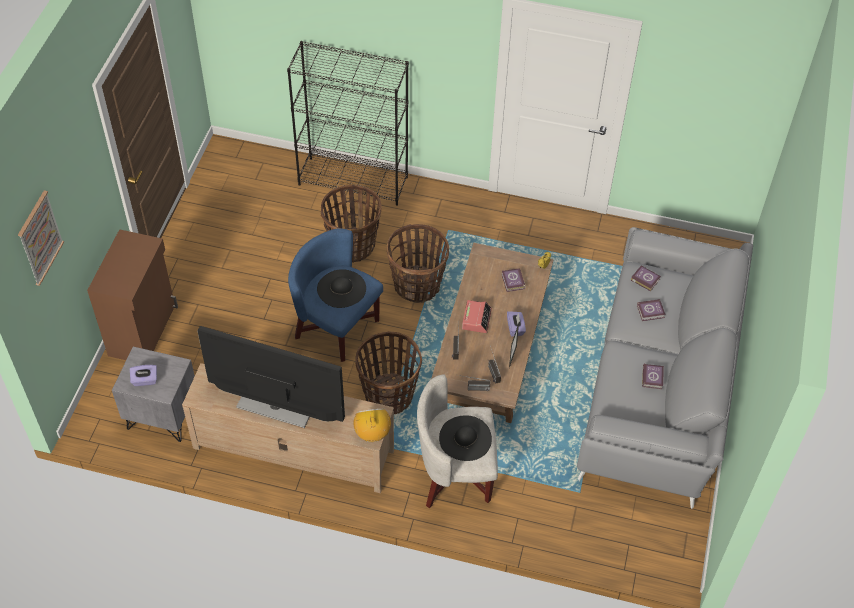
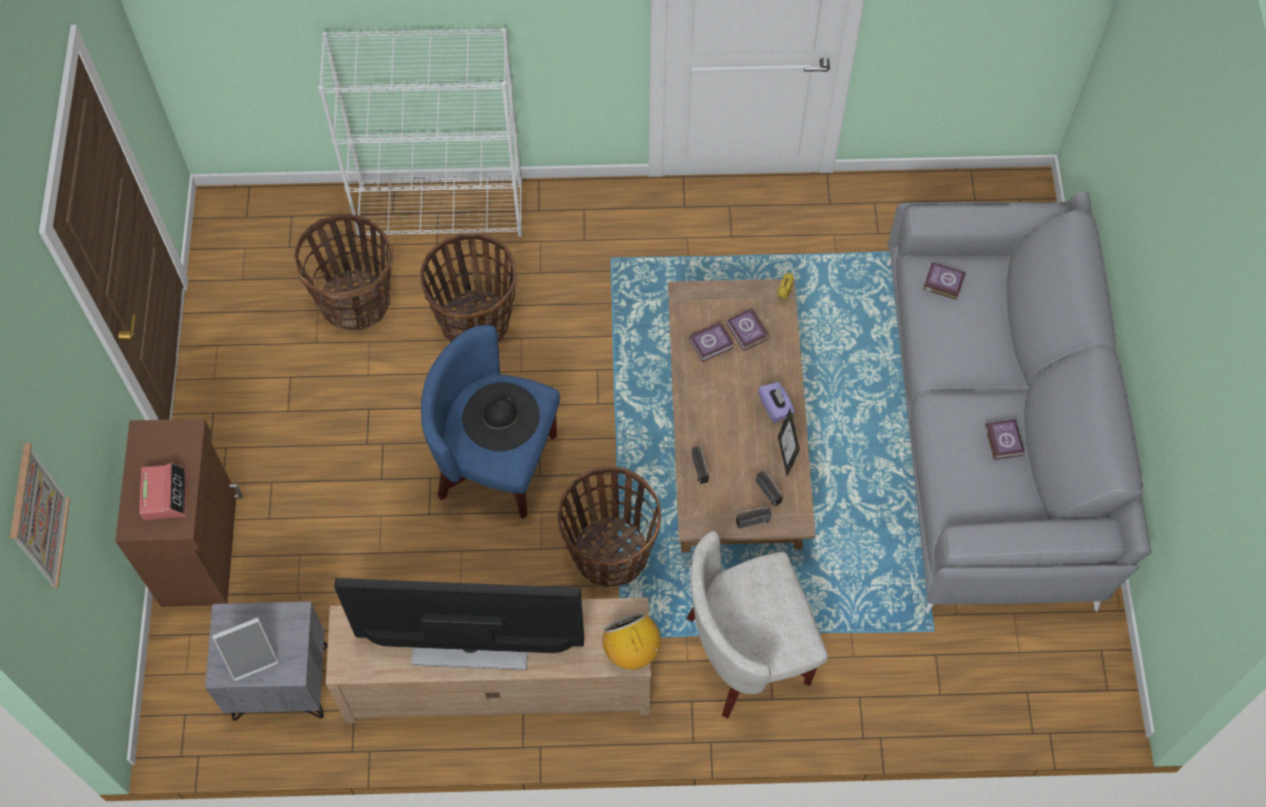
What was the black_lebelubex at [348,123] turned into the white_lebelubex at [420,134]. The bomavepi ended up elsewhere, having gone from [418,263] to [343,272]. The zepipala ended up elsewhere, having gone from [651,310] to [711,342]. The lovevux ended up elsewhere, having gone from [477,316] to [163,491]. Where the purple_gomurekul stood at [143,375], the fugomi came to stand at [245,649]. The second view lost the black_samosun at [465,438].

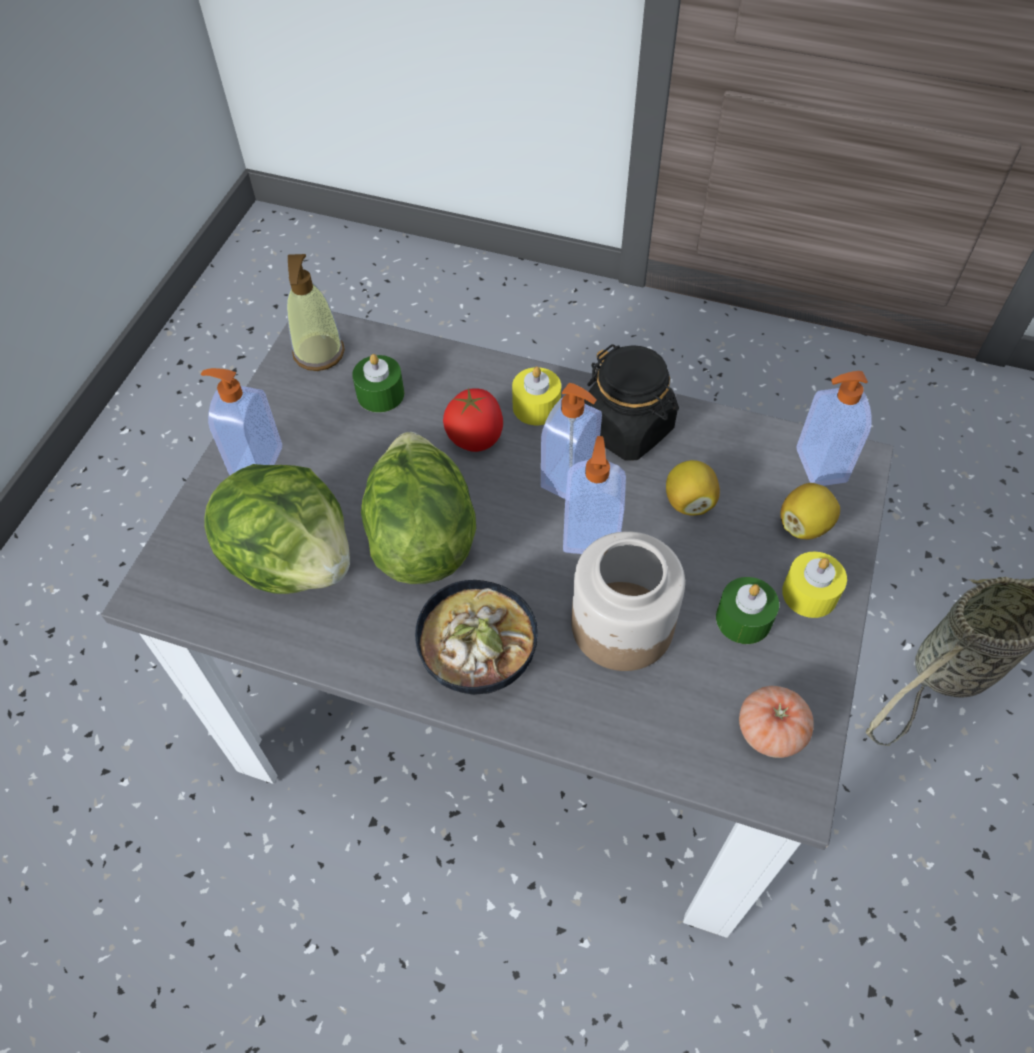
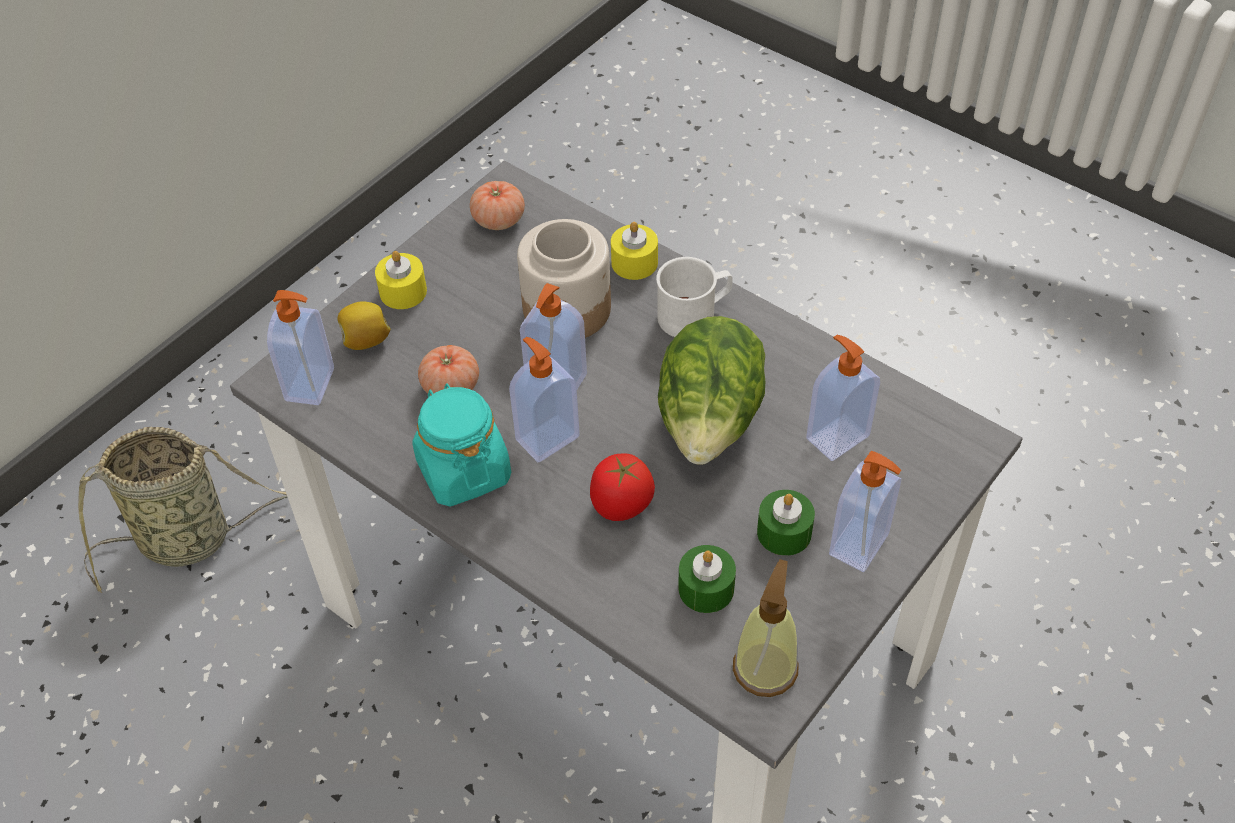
What was the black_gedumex at [631,402] turned into the turquoise_gedumex at [461,444]. The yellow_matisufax ended up elsewhere, having gone from [536,396] to [634,251]. Where the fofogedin stood at [693,488], the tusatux came to stand at [448,370]. Where the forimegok stood at [277,529], the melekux came to stand at [843,398]. The green_matisufax ended up elsewhere, having gone from [747,610] to [786,523]. Where the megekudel stood at [476,637], the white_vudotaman came to stand at [694,297].

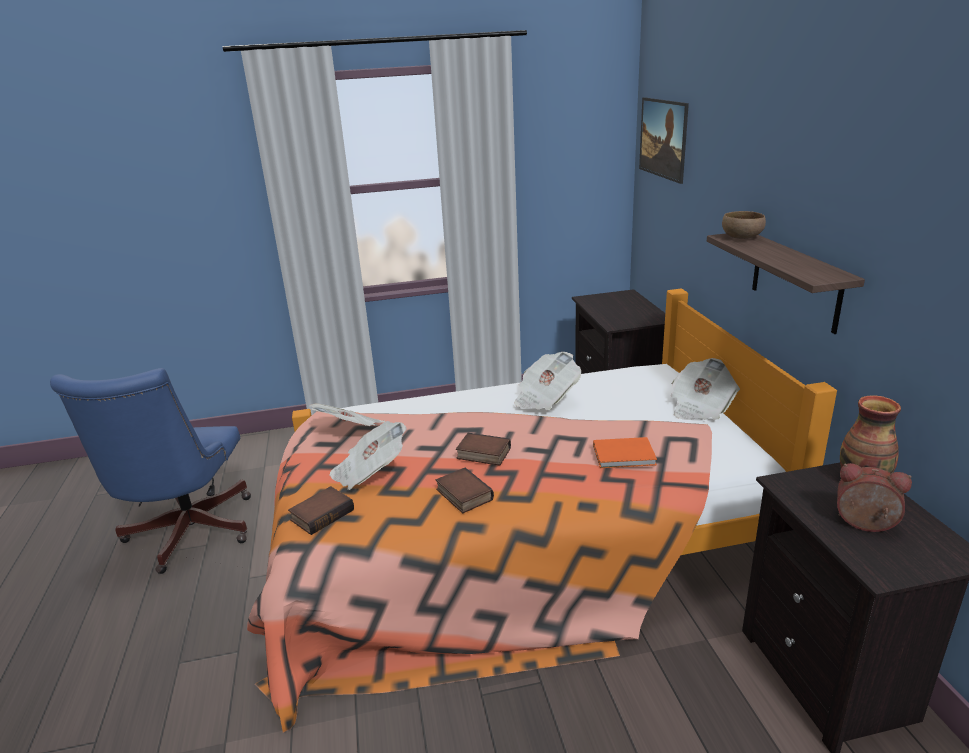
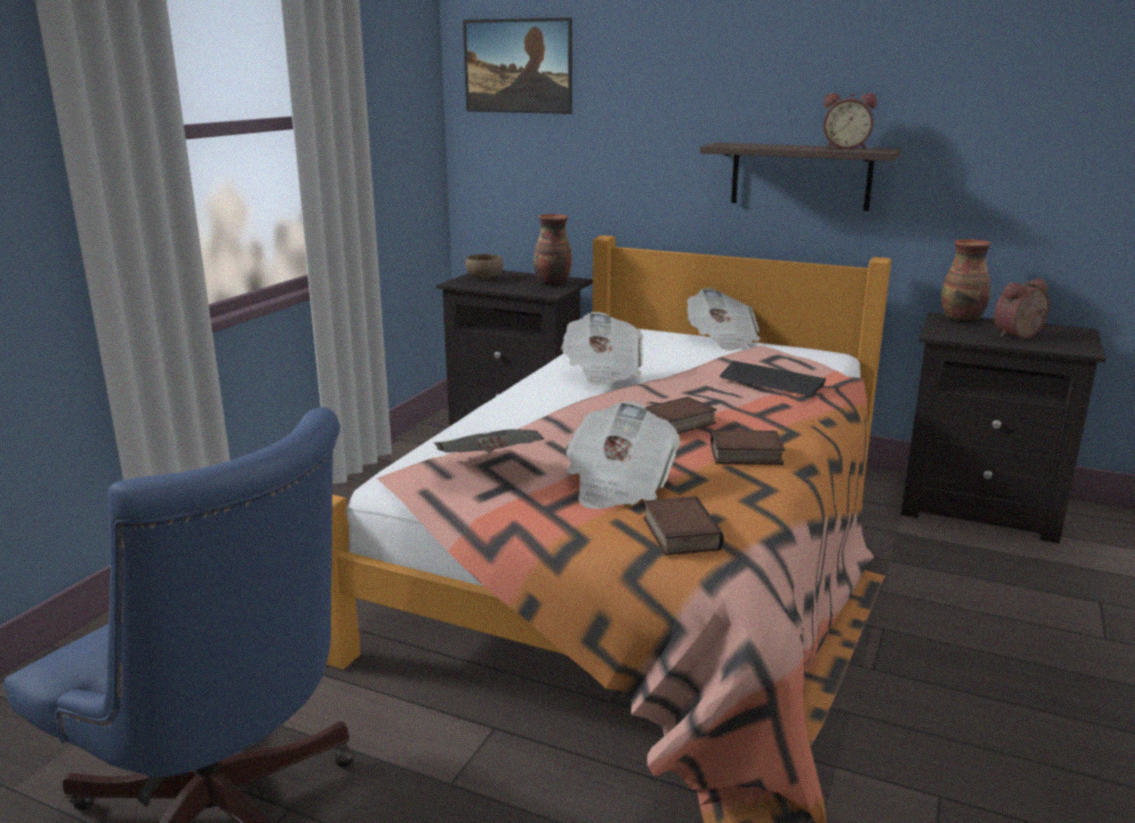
The brown_megekudel ended up elsewhere, having gone from [744,225] to [484,266]. Where the orange_zepipala stood at [625,452], the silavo came to stand at [773,378]. The second view gained the lovevux at [850,121]. The second view gained the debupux at [552,250].

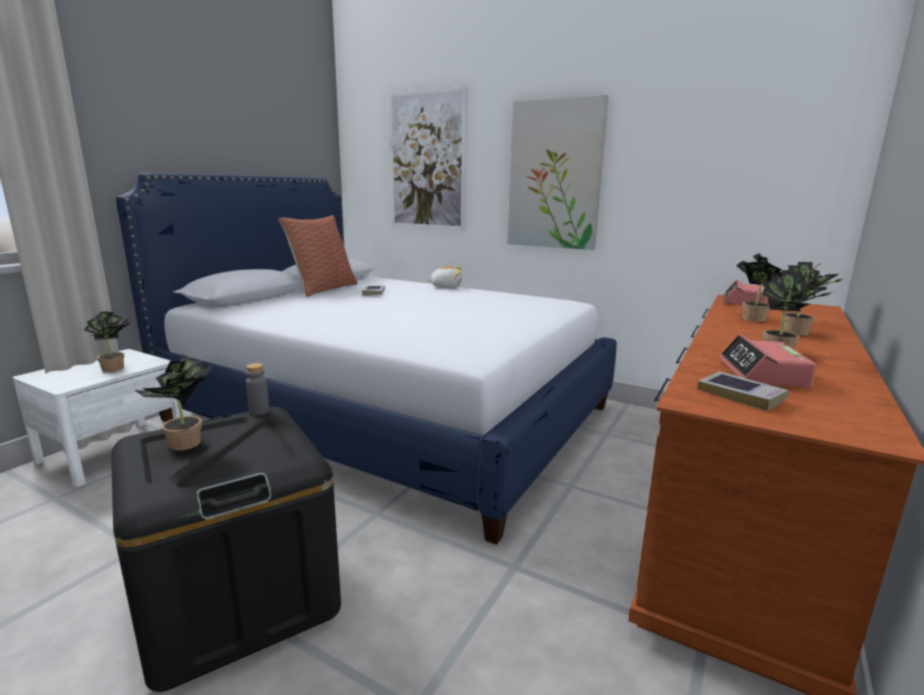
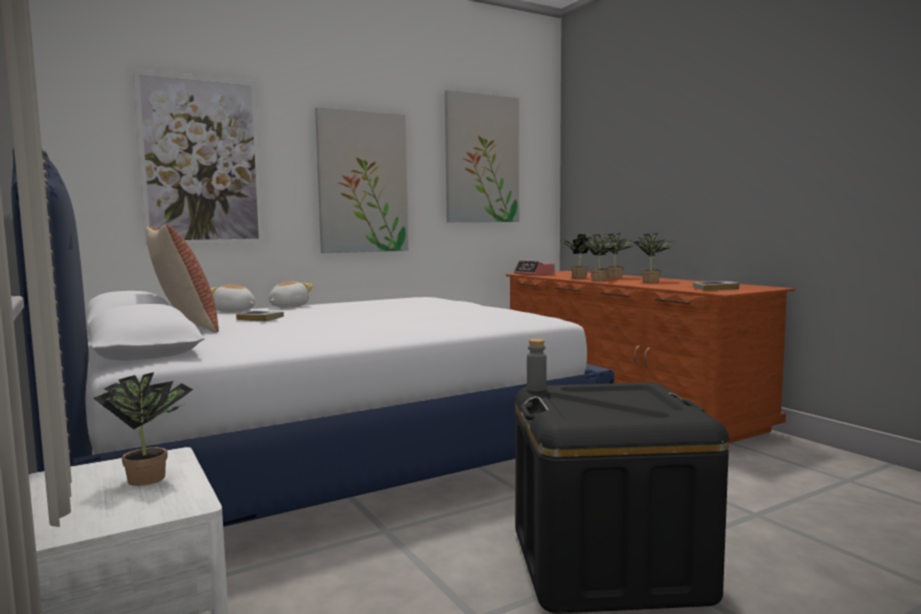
The second view lost the lovevux at [767,361]. The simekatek ended up elsewhere, having gone from [173,403] to [601,257]. The second view gained the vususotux at [482,156]. The second view gained the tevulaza at [232,298].

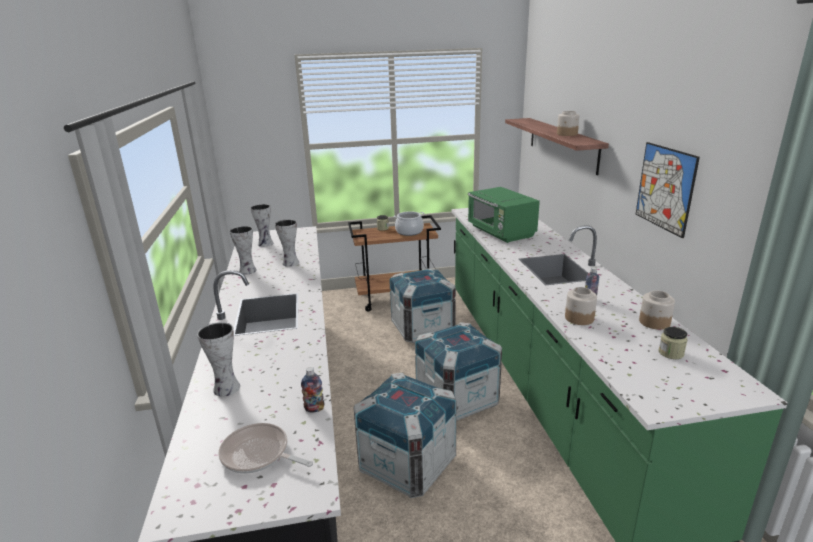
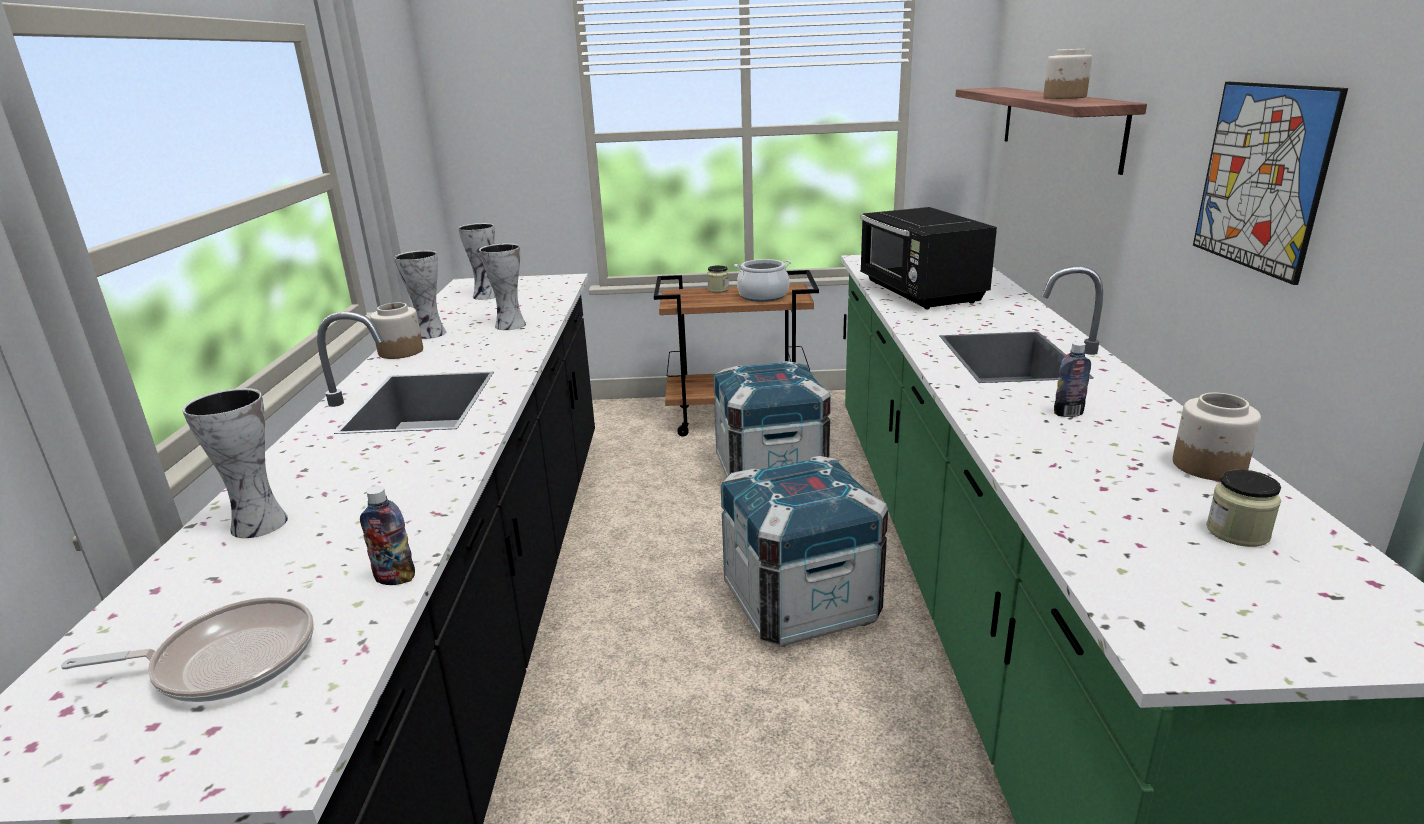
What was the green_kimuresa at [504,215] turned into the black_kimuresa at [928,258]. The gedumex ended up elsewhere, having gone from [581,306] to [396,331]. The second view lost the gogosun at [405,435]. The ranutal at [265,448] ended up facing another way, 135 degrees clockwise from before.

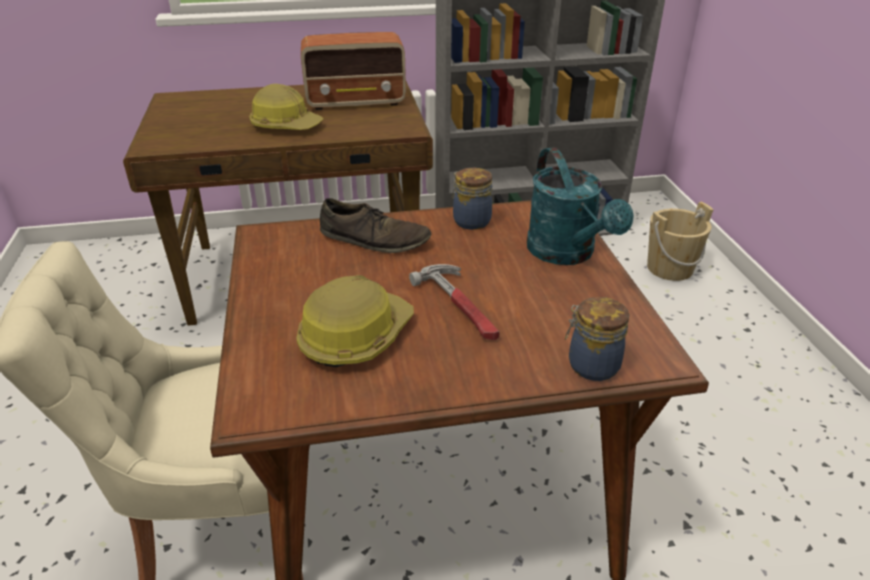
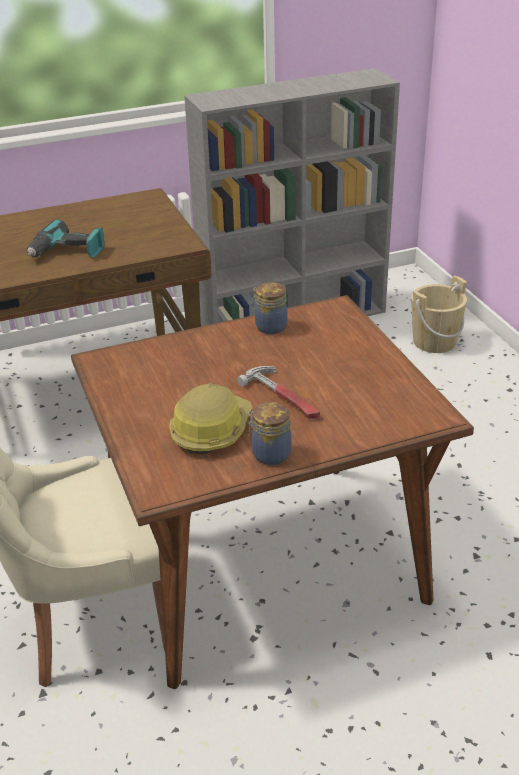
The second view lost the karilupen at [353,71]. Where the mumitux stood at [286,107], the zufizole came to stand at [65,239]. The second view lost the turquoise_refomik at [580,206]. The second view lost the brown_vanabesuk at [375,225]. The gedumex ended up elsewhere, having gone from [597,339] to [269,433].

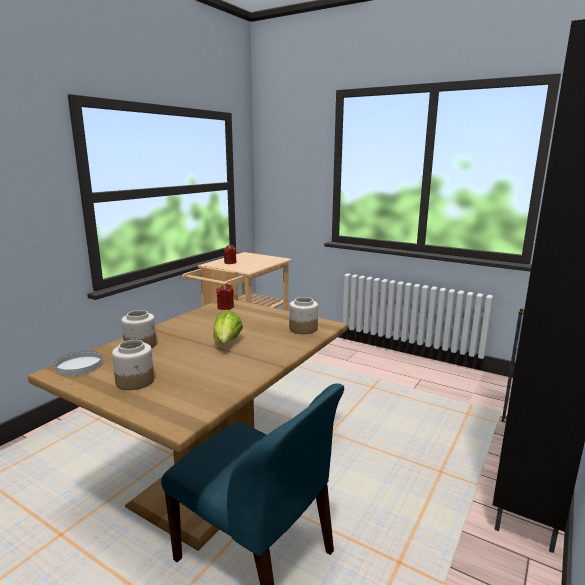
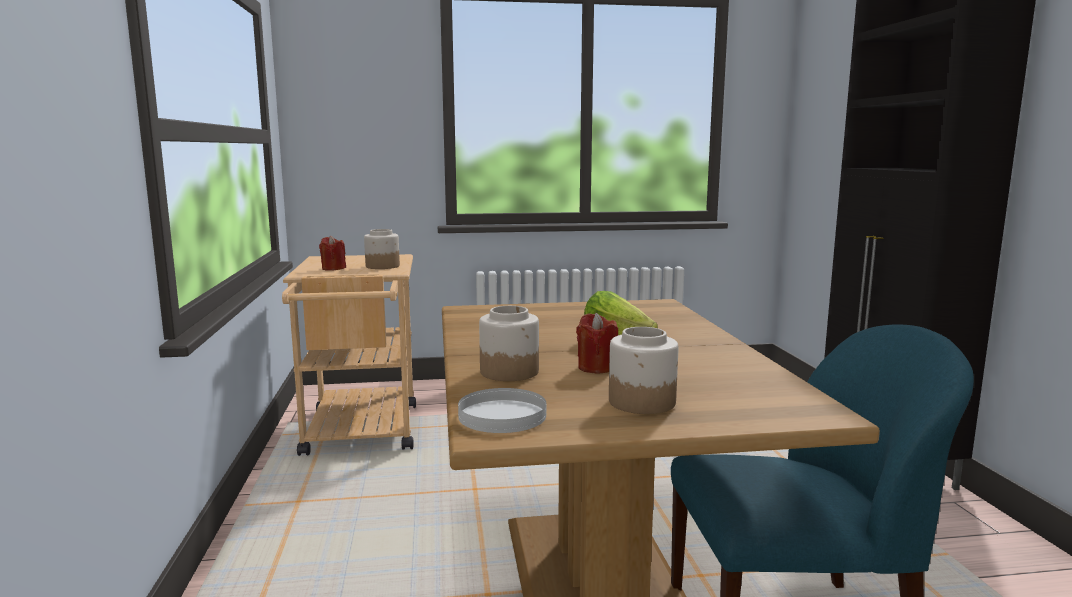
The red_matisufax ended up elsewhere, having gone from [225,297] to [597,343]. The gedumex ended up elsewhere, having gone from [303,315] to [382,249].

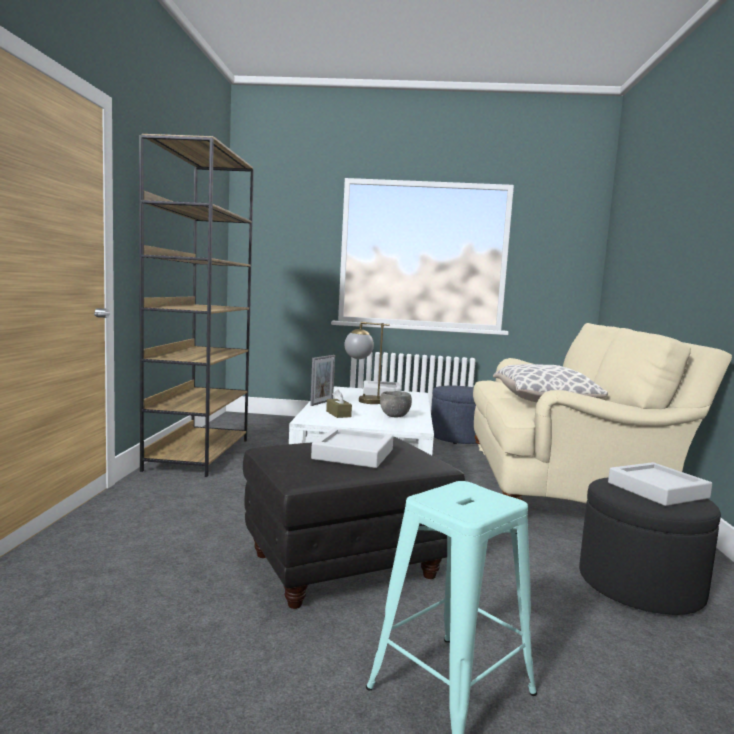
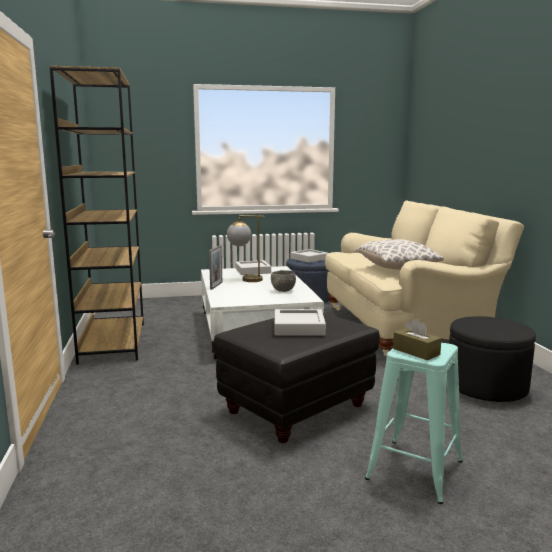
The brown_gomurekul ended up elsewhere, having gone from [339,403] to [417,339]. The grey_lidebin ended up elsewhere, having gone from [660,484] to [309,256].

